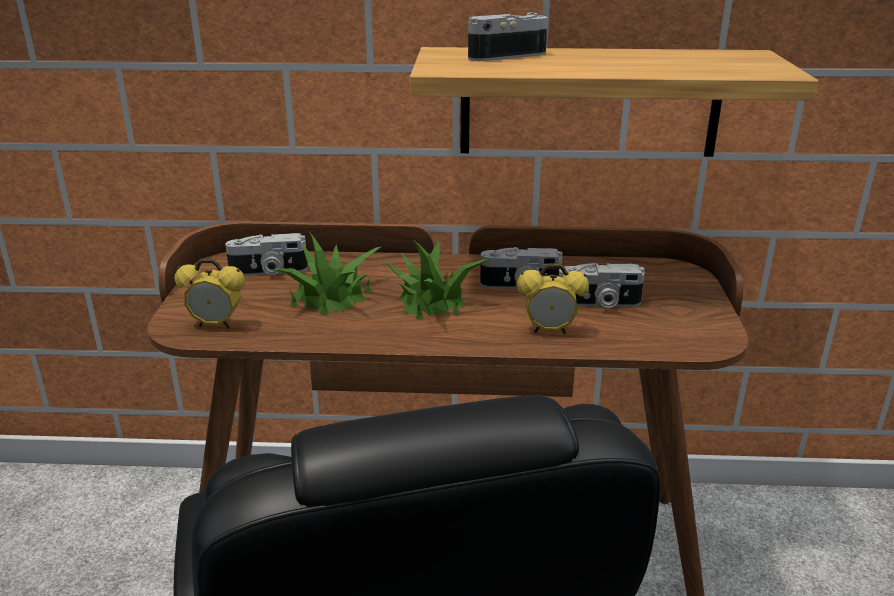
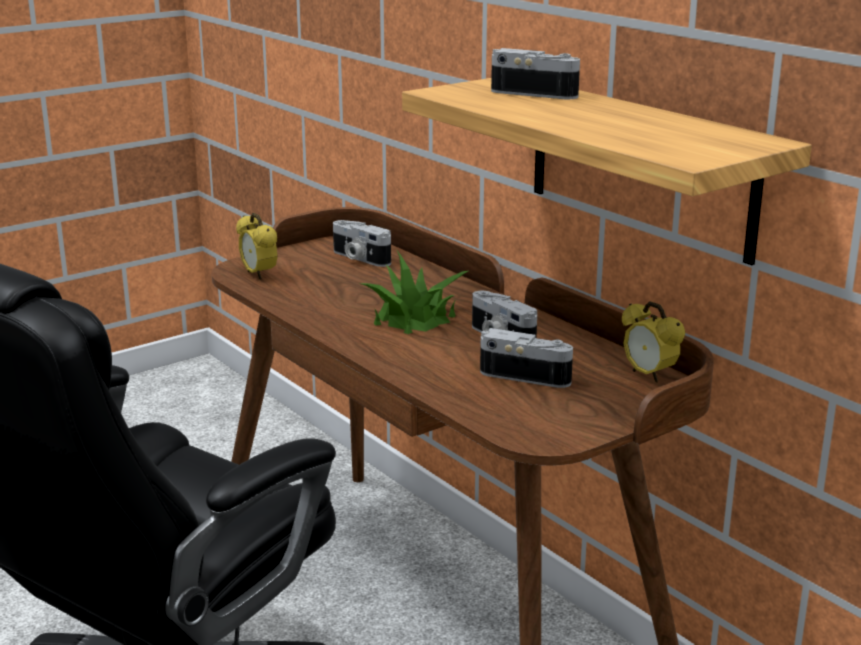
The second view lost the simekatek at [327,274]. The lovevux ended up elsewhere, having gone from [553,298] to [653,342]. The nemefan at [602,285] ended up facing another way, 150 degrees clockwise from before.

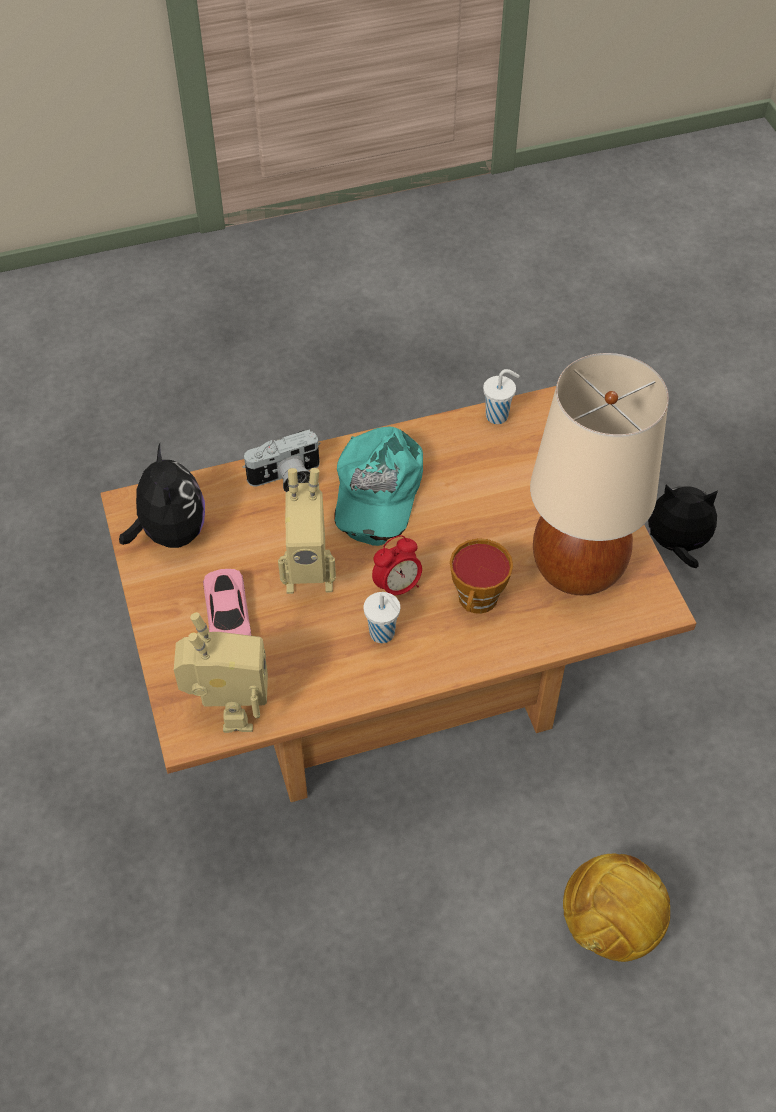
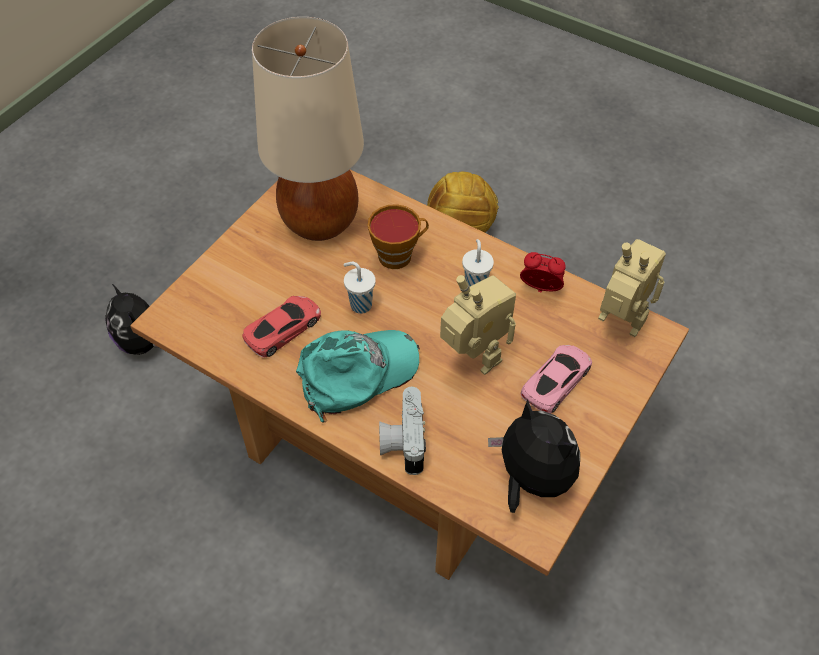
The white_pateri ended up elsewhere, having gone from [501,396] to [359,288]. The nemefan at [282,461] ended up facing another way, 120 degrees counterclockwise from before. The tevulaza at [162,496] ended up facing another way, 105 degrees clockwise from before. The lovevux ended up elsewhere, having gone from [397,565] to [543,272]. The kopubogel at [221,672] ended up facing another way, 75 degrees clockwise from before. The second view gained the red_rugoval at [281,327].

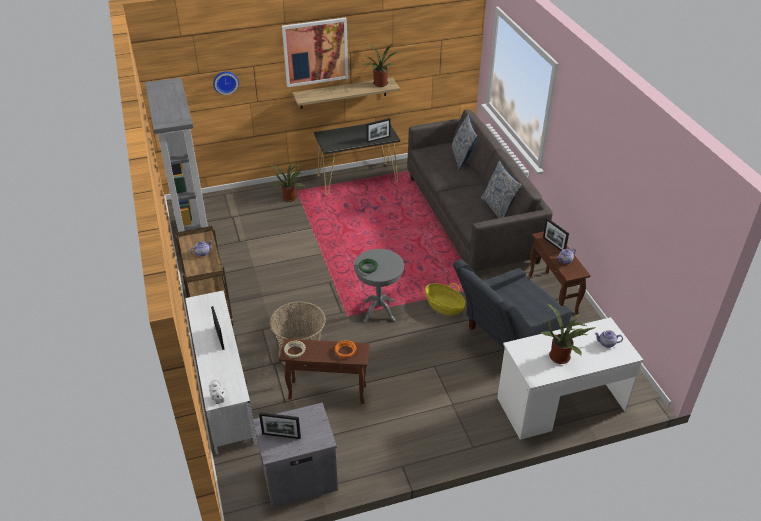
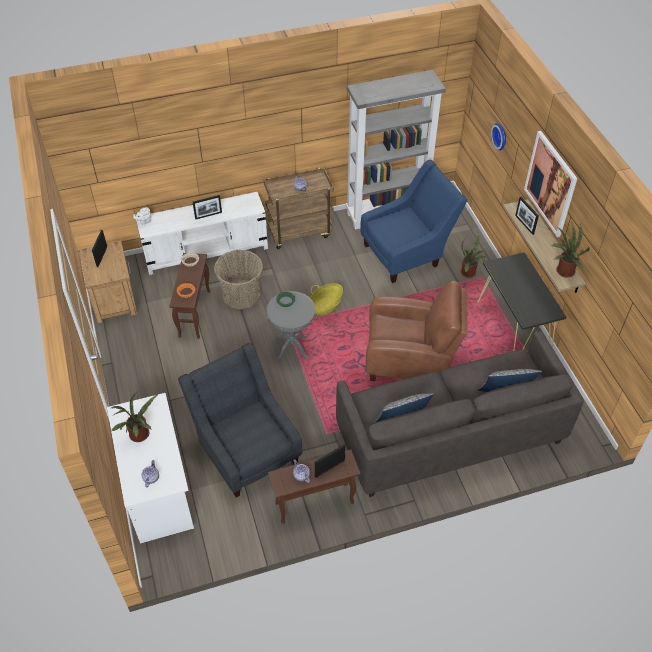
The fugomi ended up elsewhere, having gone from [378,130] to [527,216]. The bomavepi ended up elsewhere, having gone from [445,299] to [326,299]. What was the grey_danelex at [295,455] turned into the brown_danelex at [108,282]. The second view gained the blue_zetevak at [414,221]. The second view gained the brown_zetevak at [417,331].

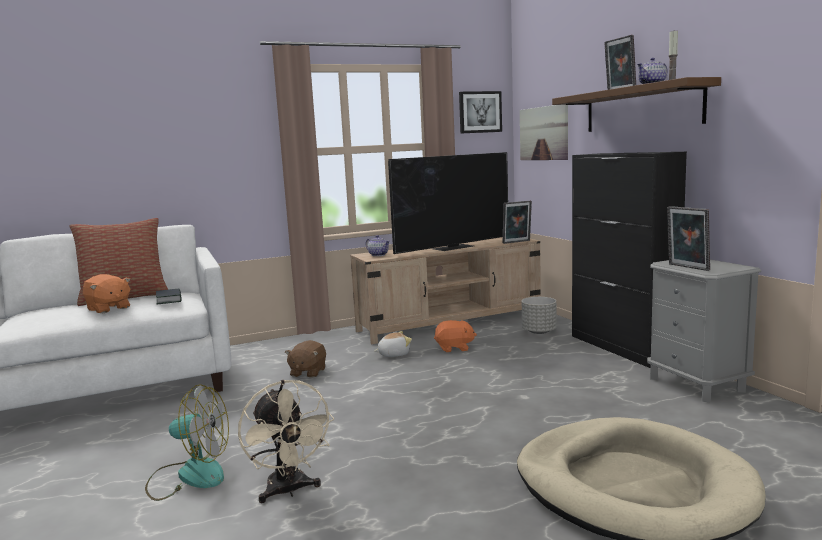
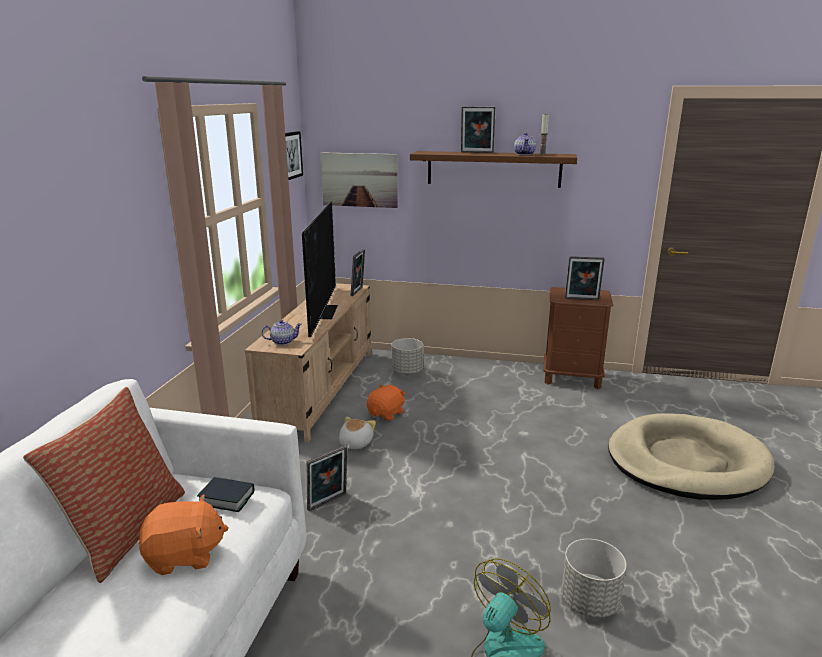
The second view lost the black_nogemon at [629,260]. What was the grey_danelex at [704,330] turned into the brown_danelex at [578,338]. Where the brown_tevulaza stood at [305,359], the fugomi came to stand at [326,478]. Where the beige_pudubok stood at [286,441], the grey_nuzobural came to stand at [594,578].

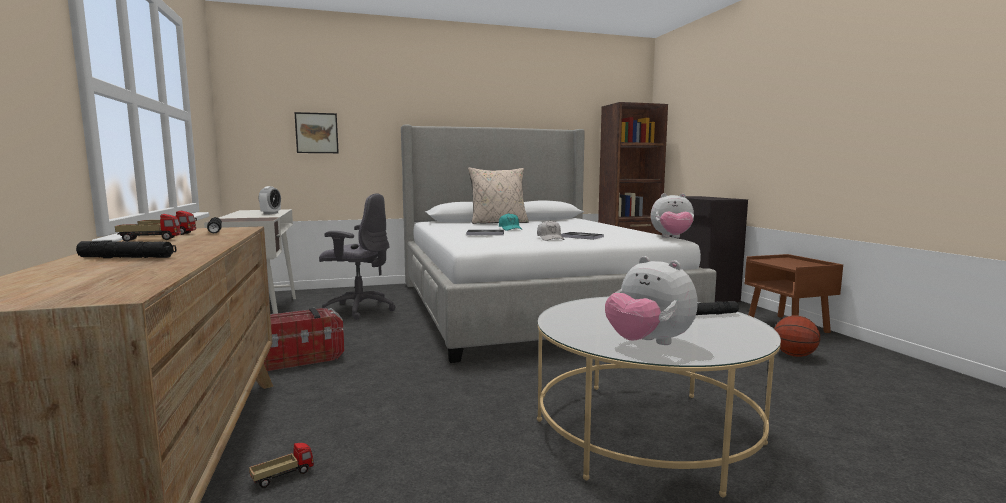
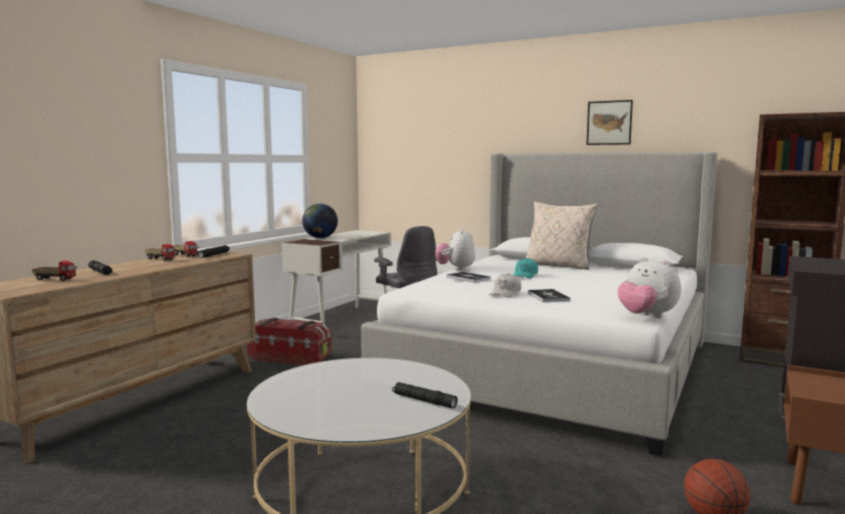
The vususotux ended up elsewhere, having gone from [316,132] to [609,122]. The second view lost the lovevux at [270,200]. The tevulaza ended up elsewhere, having gone from [651,300] to [455,249]. The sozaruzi ended up elsewhere, having gone from [281,465] to [54,270]. The second view gained the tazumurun at [320,221].

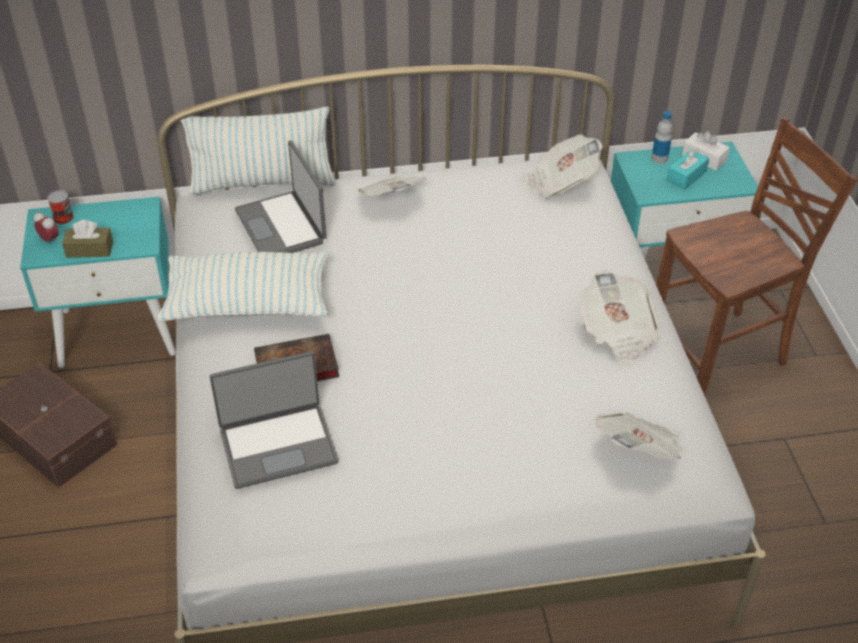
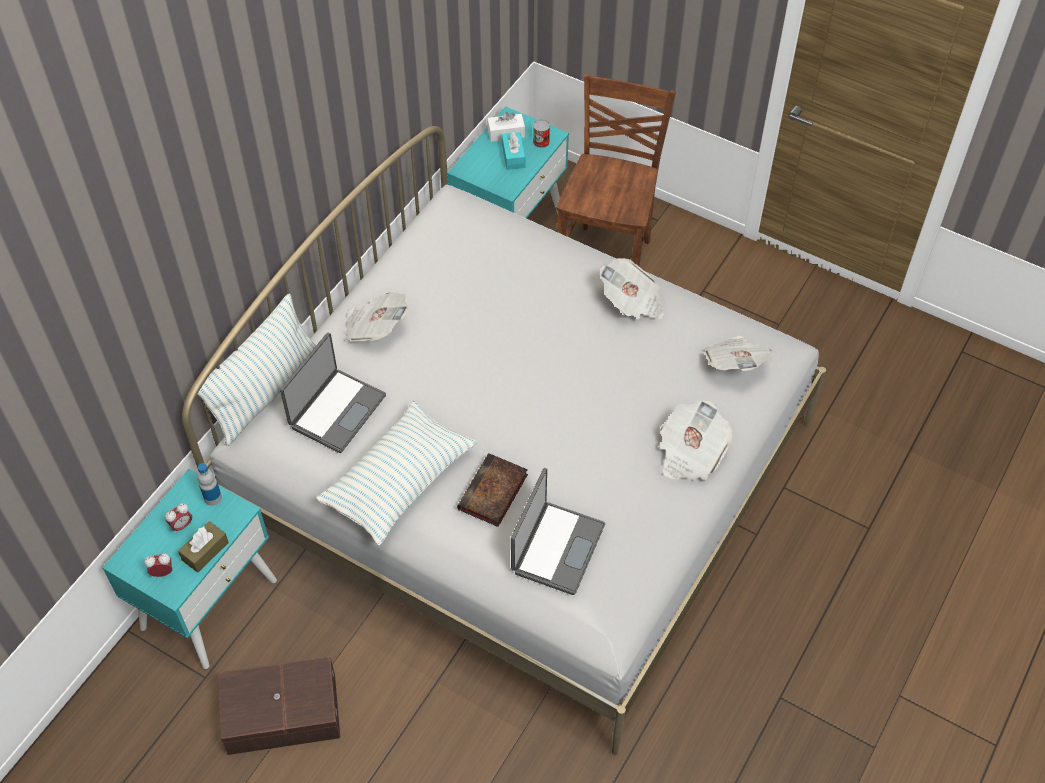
The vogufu ended up elsewhere, having gone from [661,137] to [210,484]. The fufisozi ended up elsewhere, having gone from [563,166] to [696,440]. The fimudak at [280,196] ended up facing another way, 75 degrees counterclockwise from before. The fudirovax ended up elsewhere, having gone from [60,207] to [541,133]. The second view gained the lovevux at [178,518].

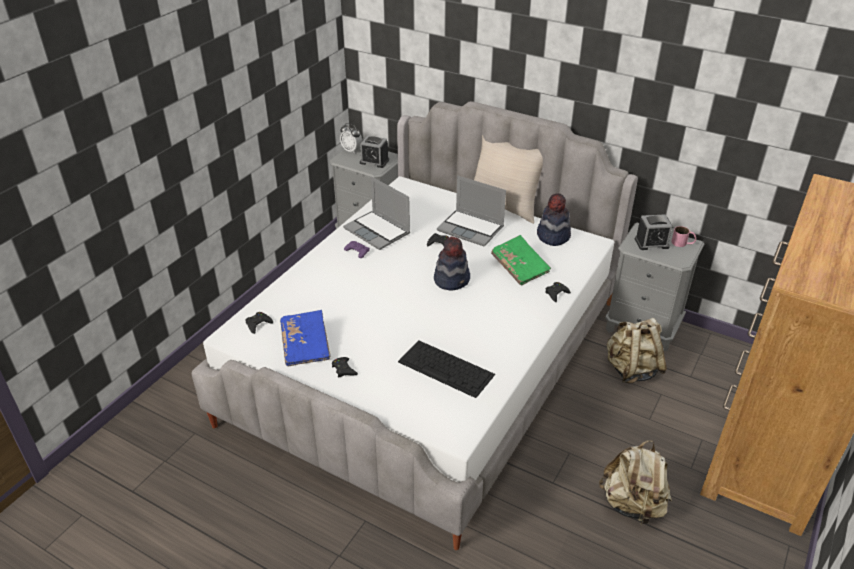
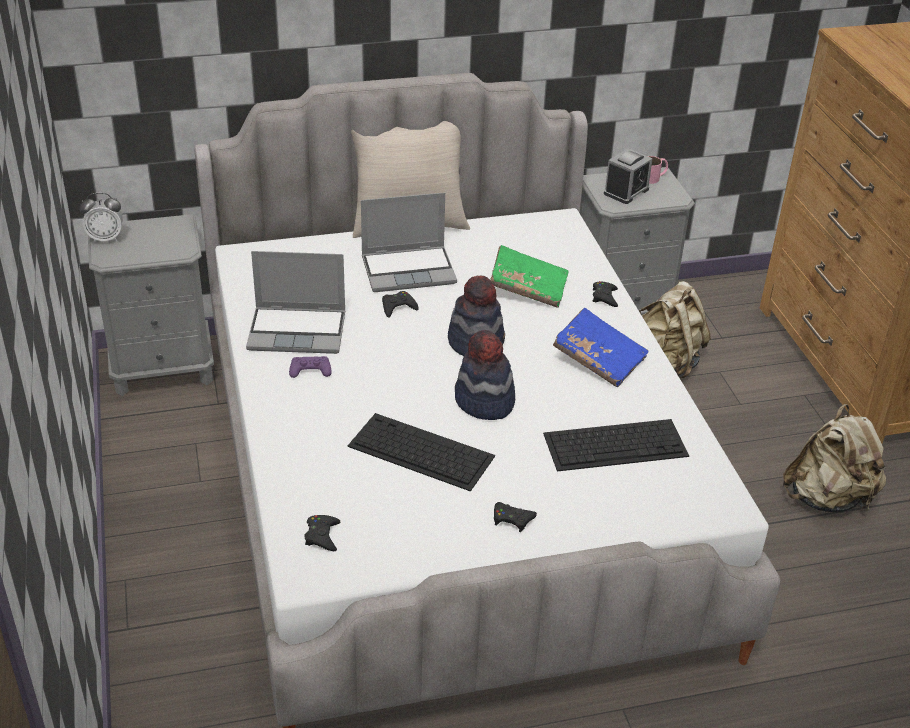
The second view lost the lovevux at [374,152]. The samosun ended up elsewhere, having gone from [554,219] to [485,375]. The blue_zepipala ended up elsewhere, having gone from [305,338] to [601,347]. The second view gained the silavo at [421,452].

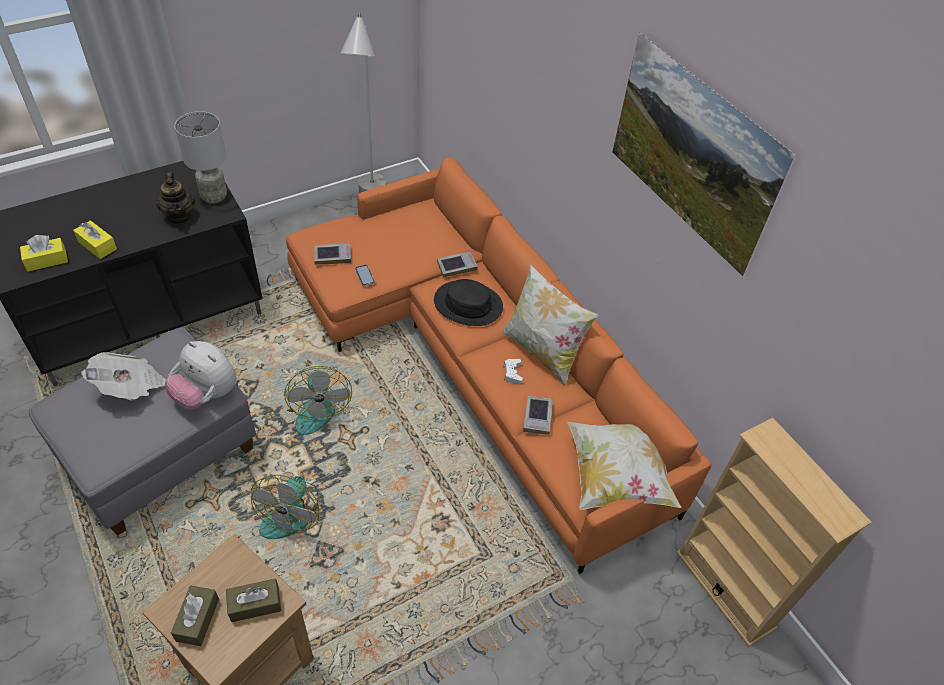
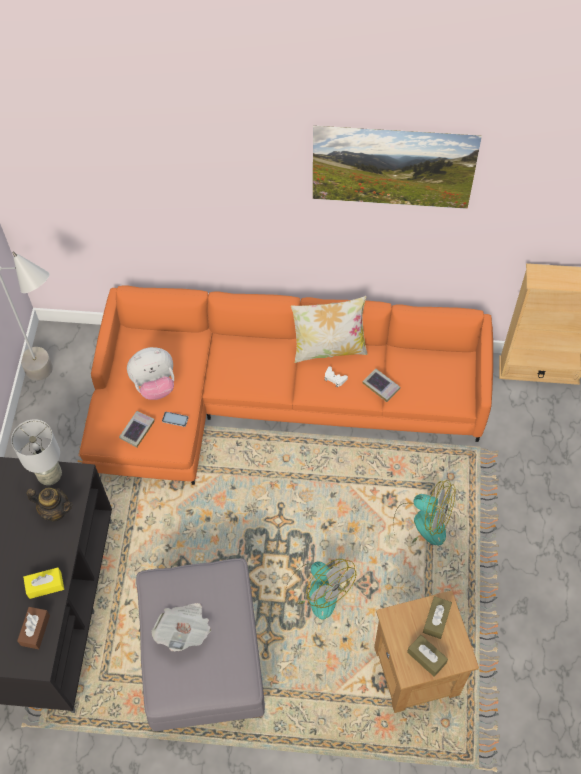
What was the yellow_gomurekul at [44,253] turned into the brown_gomurekul at [33,628]. The second view lost the zepipala at [457,264]. The second view lost the black_samosun at [468,302]. The tevulaza ended up elsewhere, having gone from [200,375] to [150,373]. The pudubok ended up elsewhere, having gone from [318,400] to [424,513]. The second view lost the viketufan at [624,466].

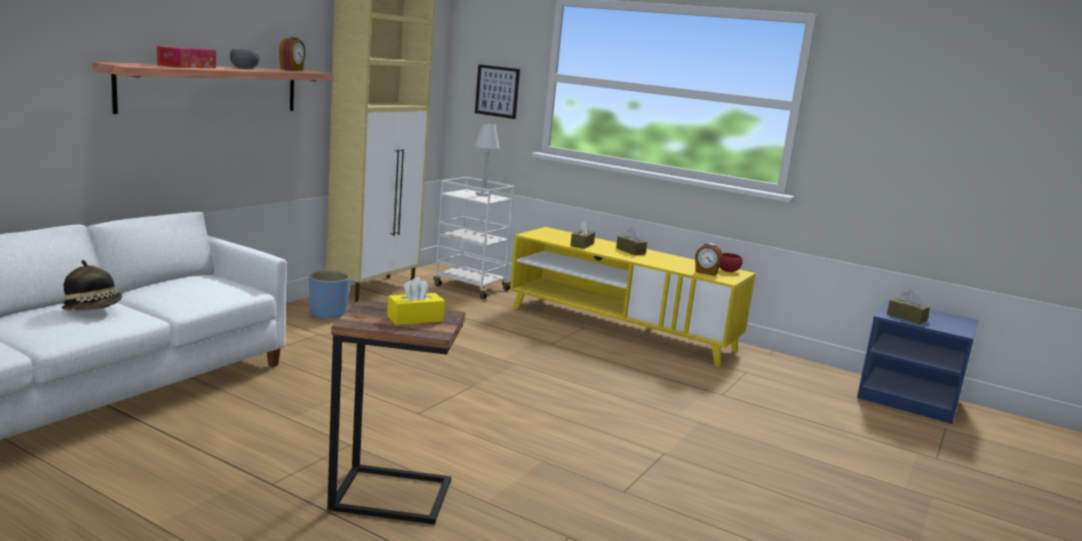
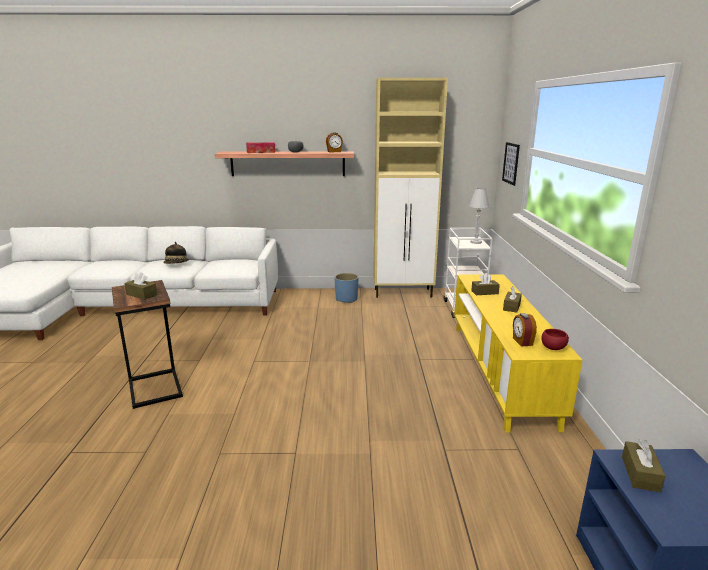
What was the yellow_gomurekul at [416,301] turned into the brown_gomurekul at [140,286].

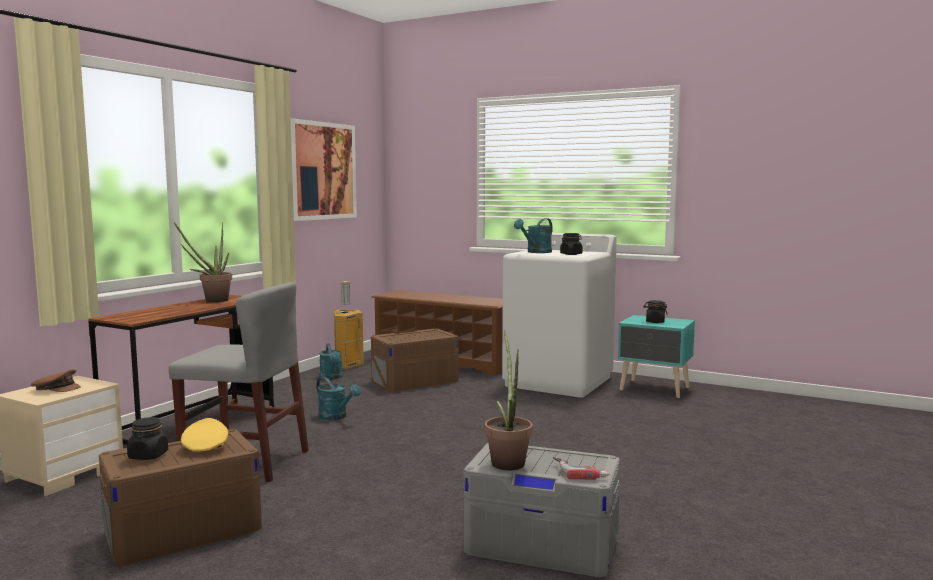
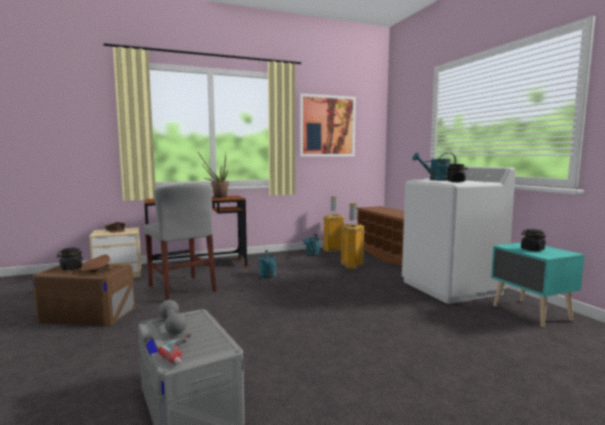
Where the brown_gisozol stood at [415,360], the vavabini came to stand at [352,236]. Where the simekatek stood at [509,400], the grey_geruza came to stand at [173,317]. What was the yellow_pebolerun at [204,434] turned into the brown_pebolerun at [97,263].

